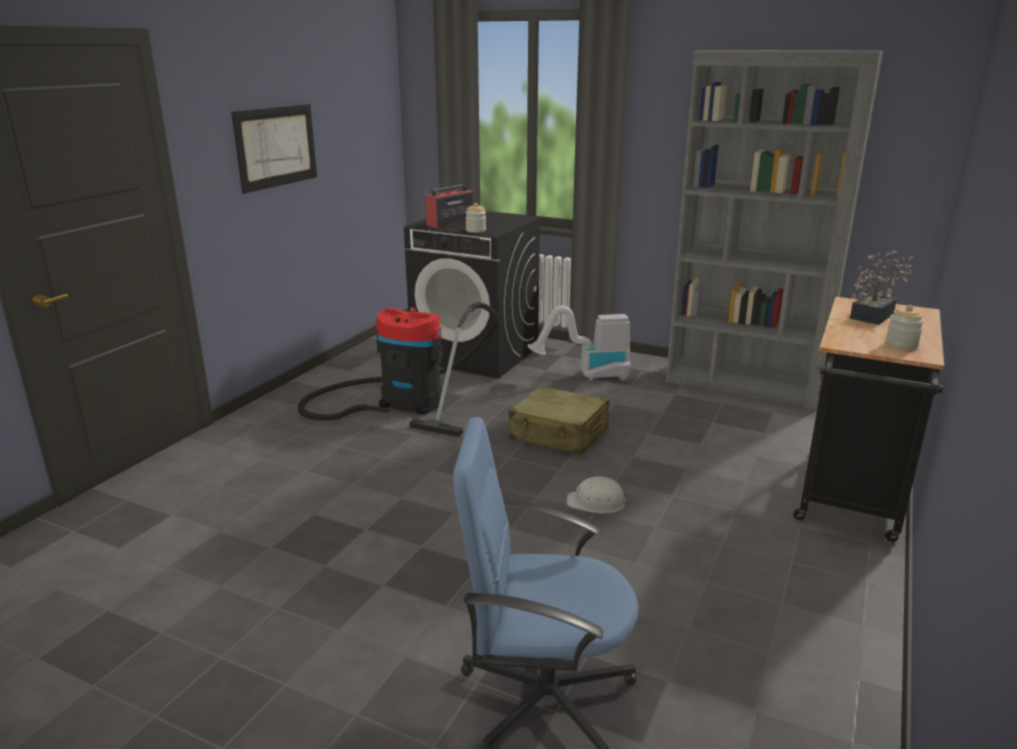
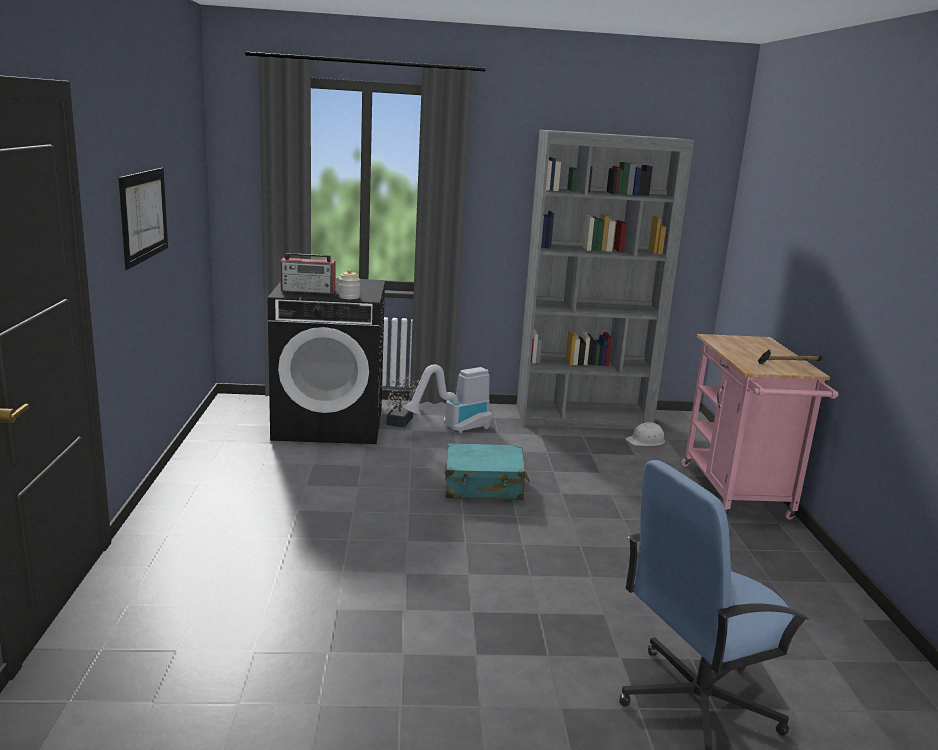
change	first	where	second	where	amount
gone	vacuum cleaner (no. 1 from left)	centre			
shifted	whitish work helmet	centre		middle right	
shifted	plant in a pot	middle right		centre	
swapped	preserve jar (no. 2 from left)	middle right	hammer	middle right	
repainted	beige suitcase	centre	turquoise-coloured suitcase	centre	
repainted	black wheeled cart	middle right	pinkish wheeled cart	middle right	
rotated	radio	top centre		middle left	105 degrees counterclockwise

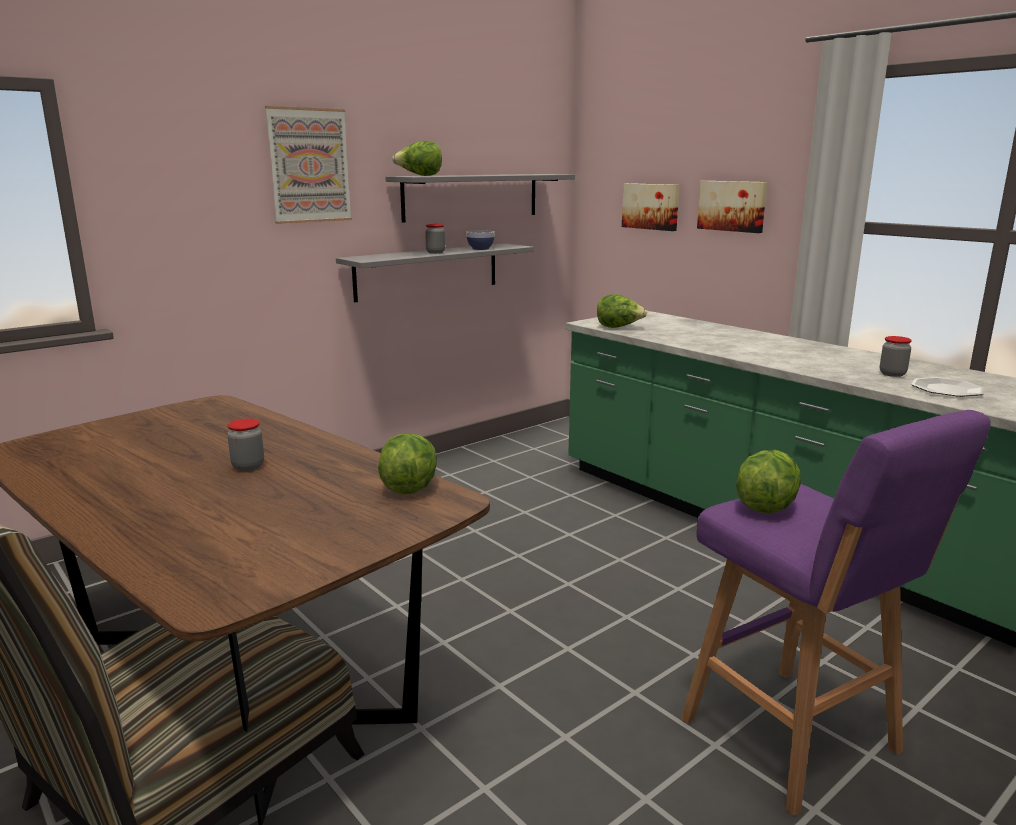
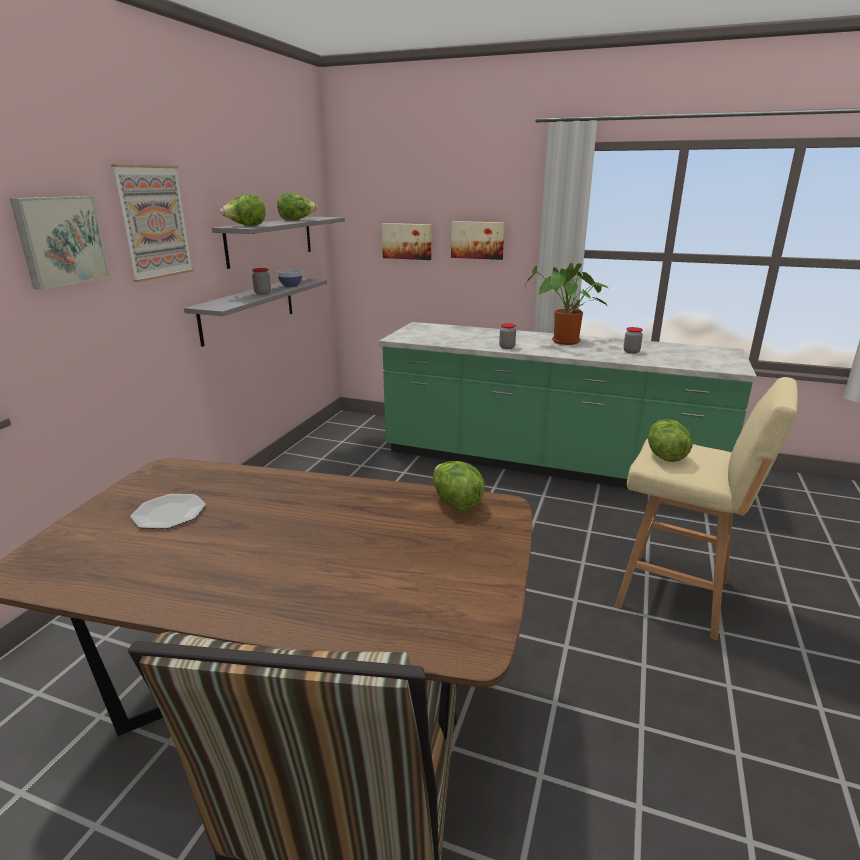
change	first	where	second	where	amount
new			wall art (no. 1 from left)	top left	
new			plant in a pot	centre	
shifted	preserve jar (no. 1 from left in the first image)	middle left	preserve jar (no. 2 from left)	centre	
shifted	head of lettuce (no. 3 from left in the first image)	centre	head of lettuce (no. 2 from left)	top centre	
shifted	plate	middle right		middle left	
repainted	purple sitting stool	bottom right	beige sitting stool	middle right	

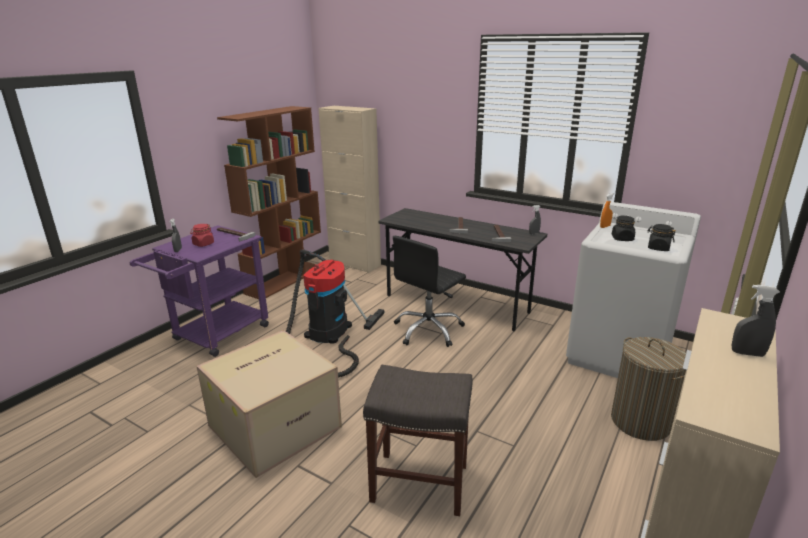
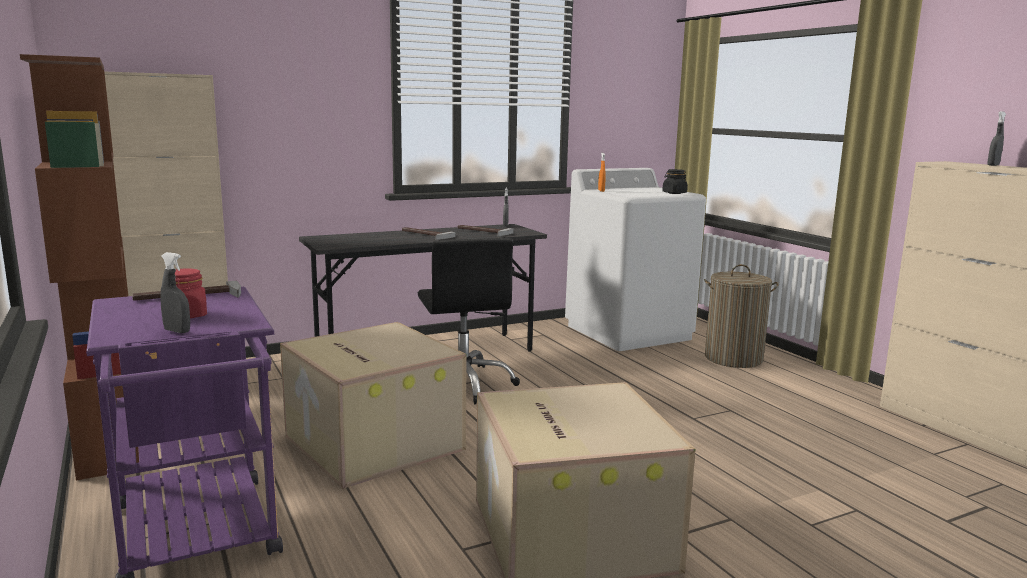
change	first	where	second	where	amount
gone	gray sitting stool	bottom centre			
gone	black preserve jar (no. 1 from left)	middle right			
swapped	vacuum cleaner	centre	packing box (no. 1 from left)	bottom centre	

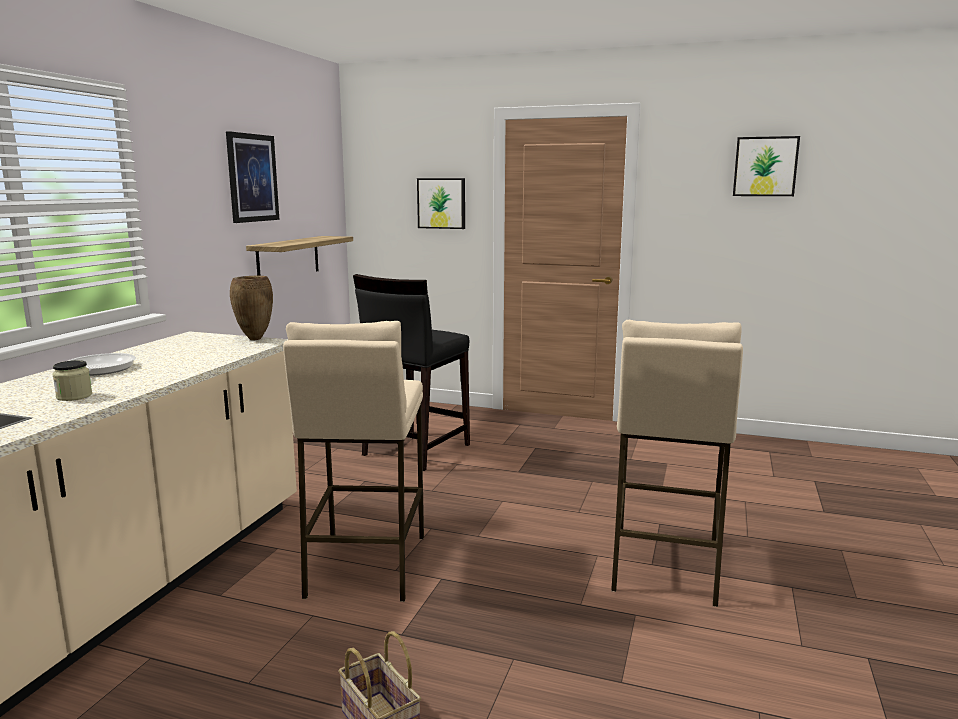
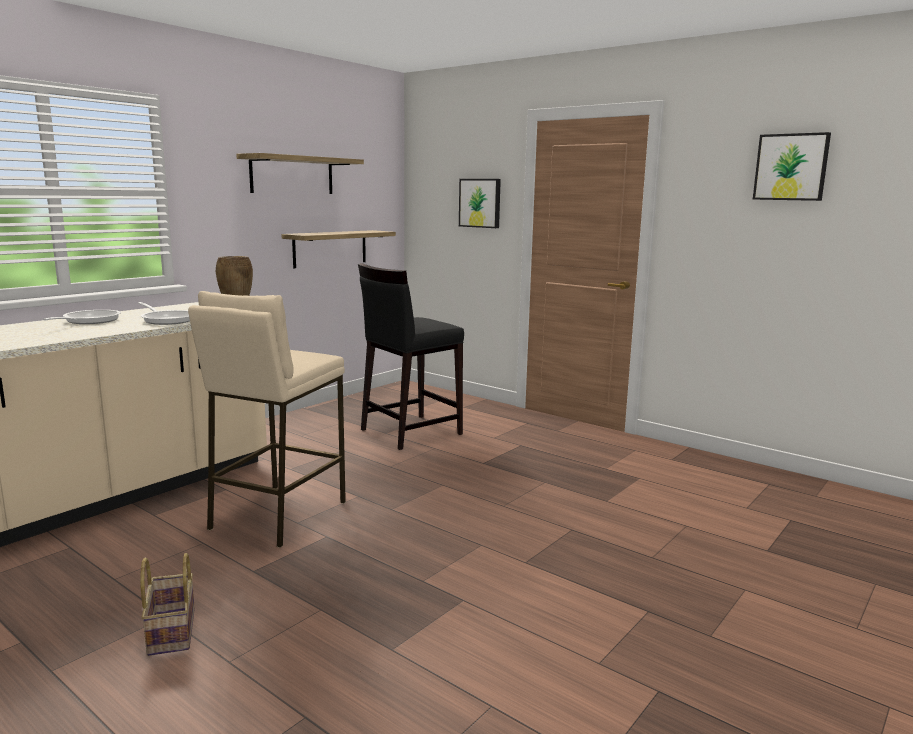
change	first	where	second	where	amount
gone	preserve jar	middle left			
gone	beige sitting stool (no. 2 from left)	middle right			
new			pan (no. 2 from left)	middle left	
swapped	wall art (no. 1 from left)	top left	shelf (no. 1 from left)	top left	

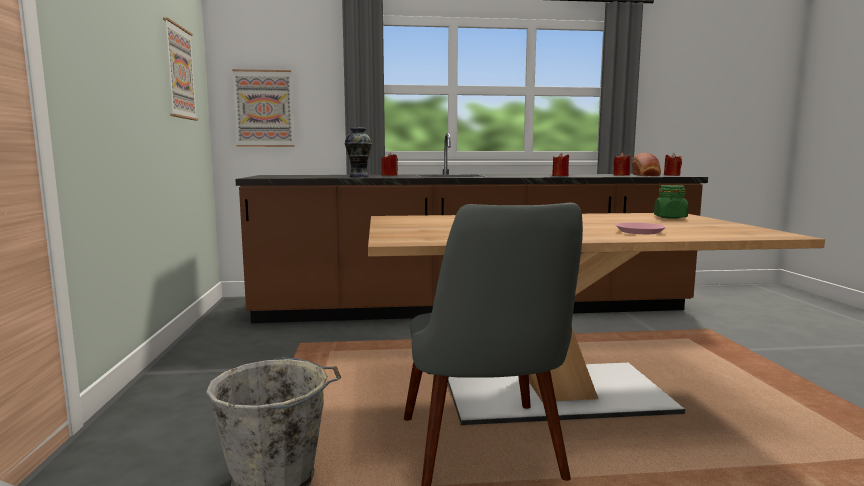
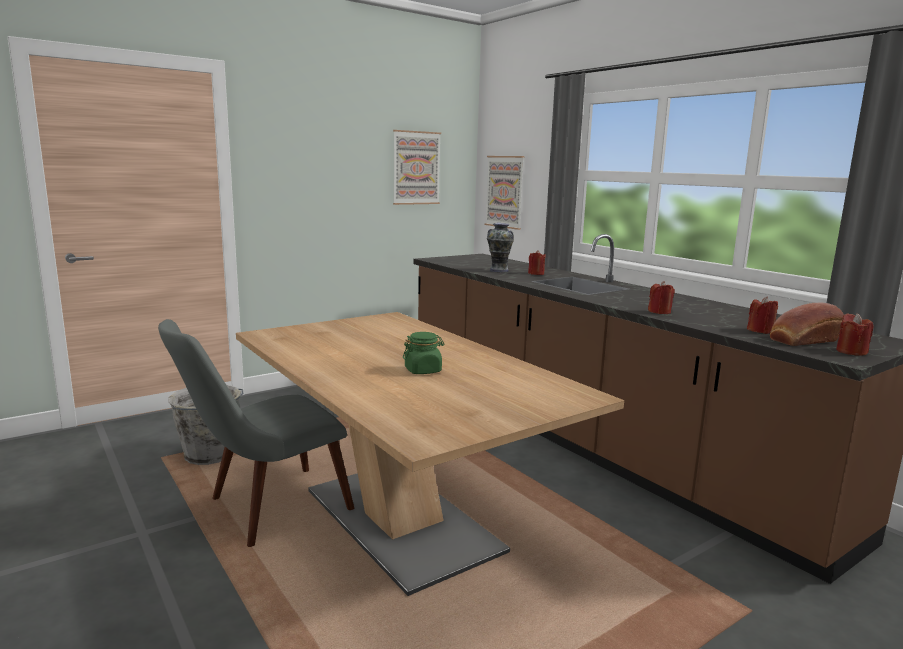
change	first	where	second	where	amount
gone	pinkish plate	middle right			
shifted	green-coloured preserve jar	middle right		centre	

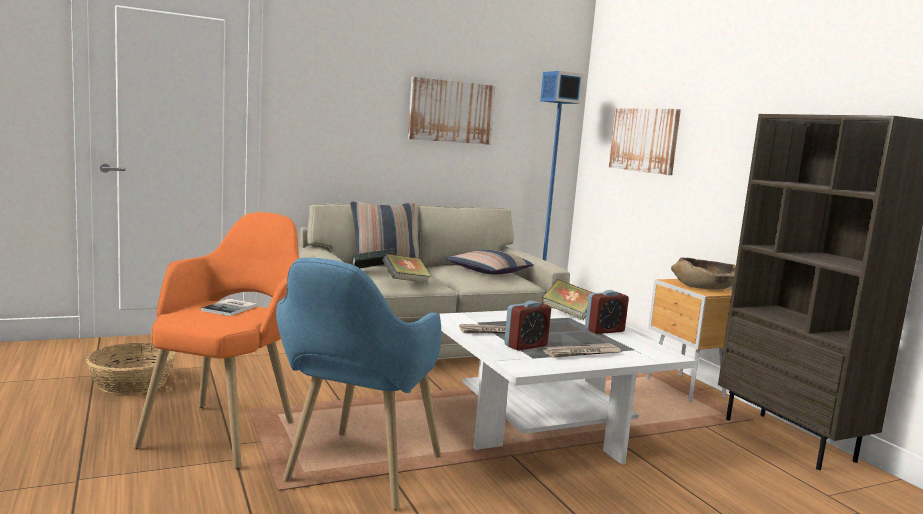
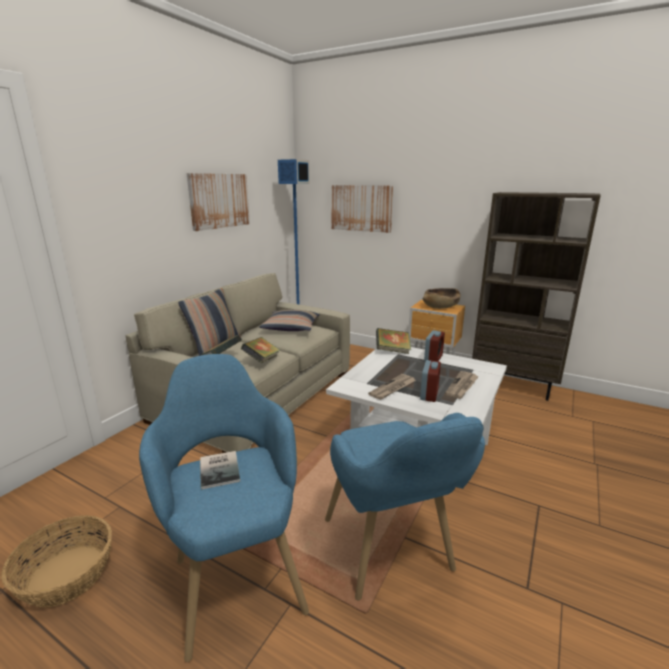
change	first	where	second	where	amount
repainted	orange lounge chair	middle left	bluish lounge chair (no. 1 from left)	bottom centre	

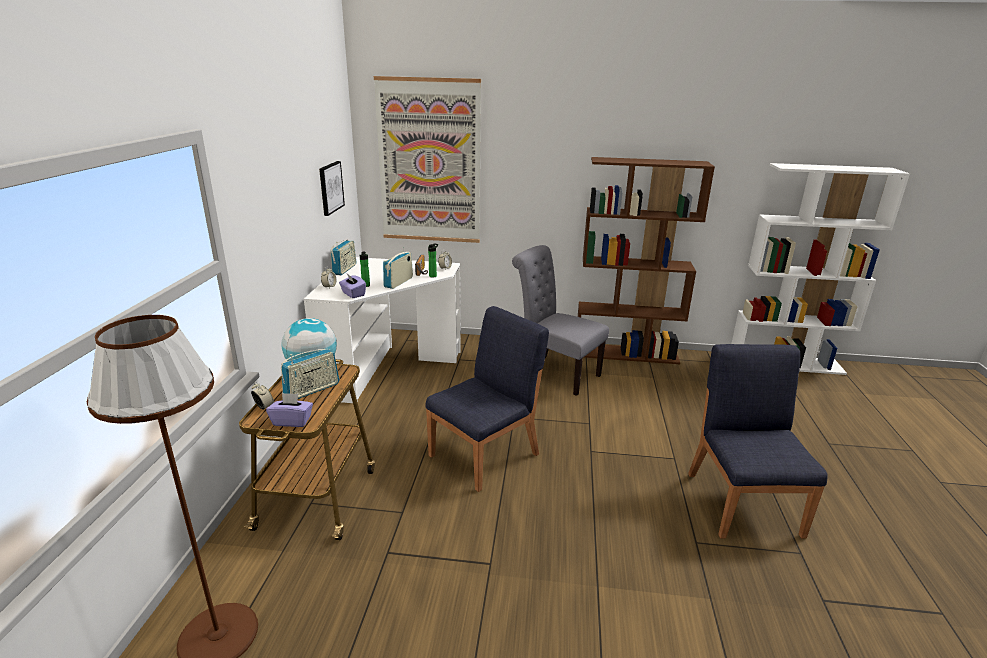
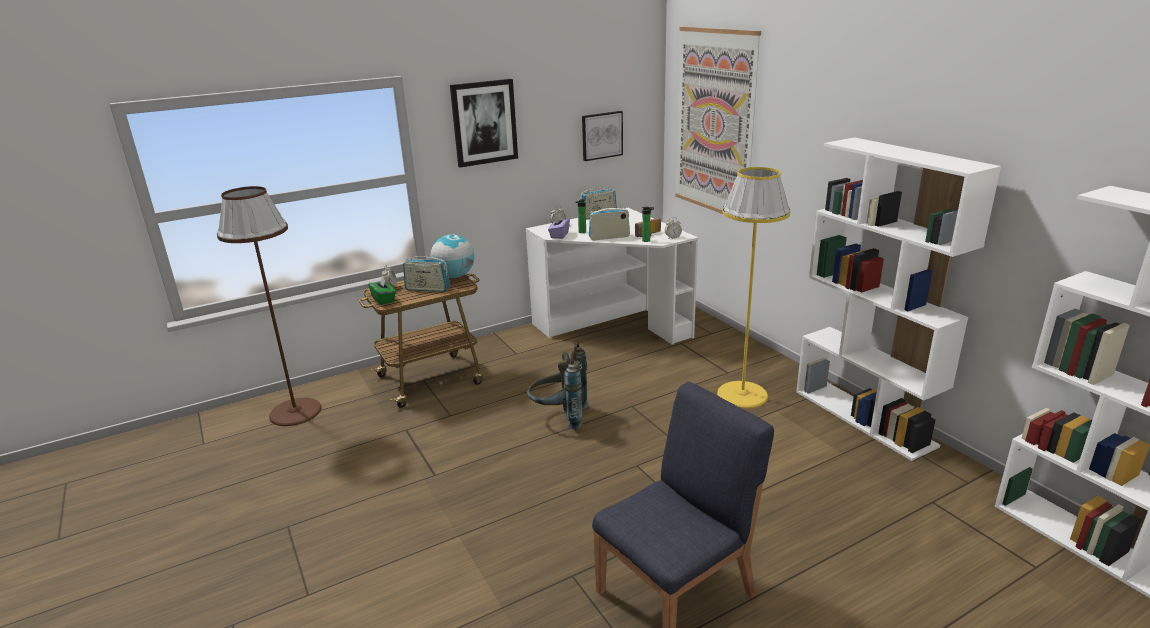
change	first	where	second	where	amount
new			wall art (no. 1 from left)	top centre	
swapped	bluish chair (no. 1 from left)	centre	gray knapsack	centre	
swapped	gray chair	centre	yellow-coloured standing lamp	centre	
repainted	purple tissue box (no. 1 from left)	middle left	green-coloured tissue box	middle left	
repainted	brown shelving unit	centre	whitish shelving unit (no. 1 from left)	middle right	

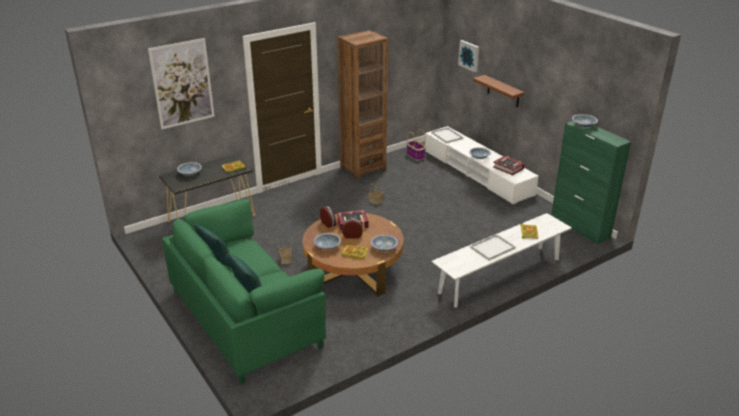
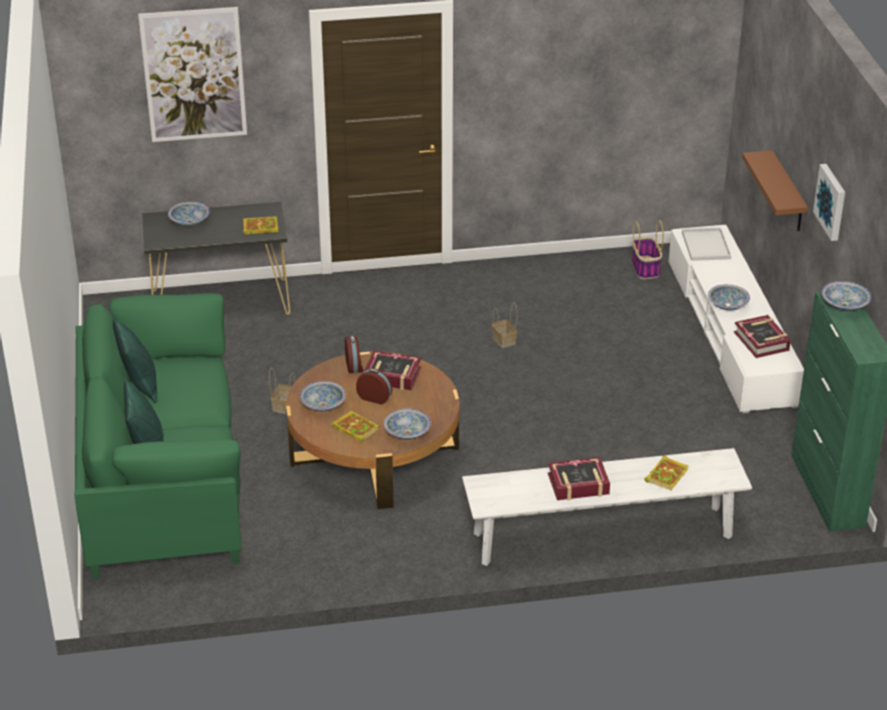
change	first	where	second	where	amount
gone	brown shelving unit	top centre			
shifted	wall art (no. 2 from left)	top centre		top right	
swapped	whitish tray (no. 2 from left)	middle right	volume (no. 4 from left)	bottom centre	

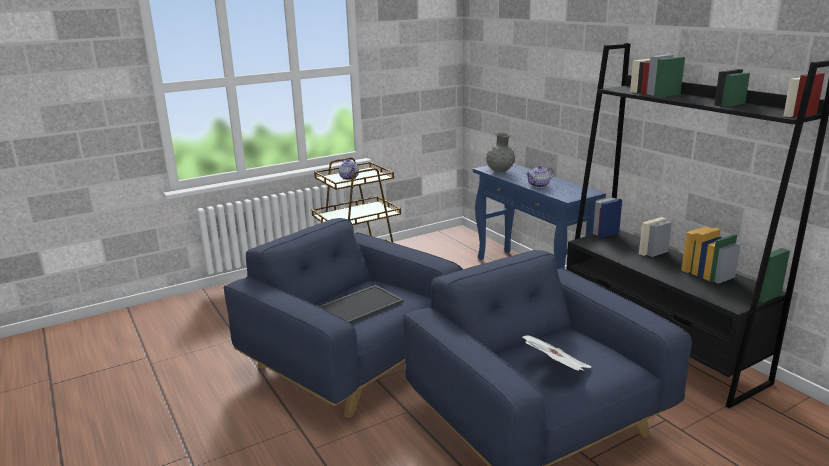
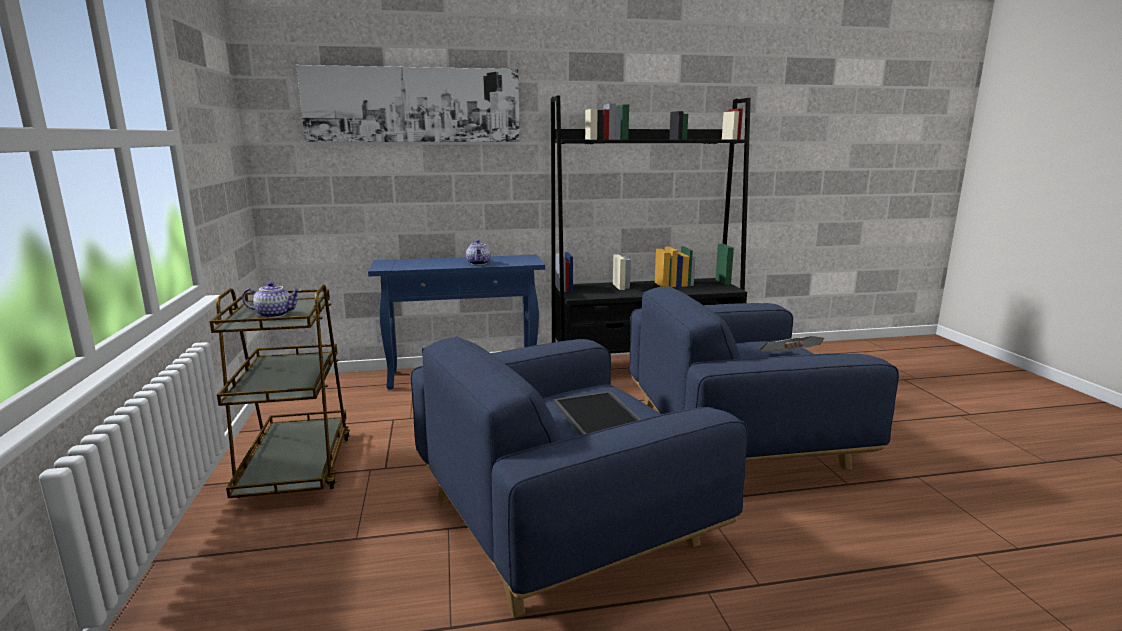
change	first	where	second	where	amount
gone	gray vase	top centre			
new			wall art	top centre	

